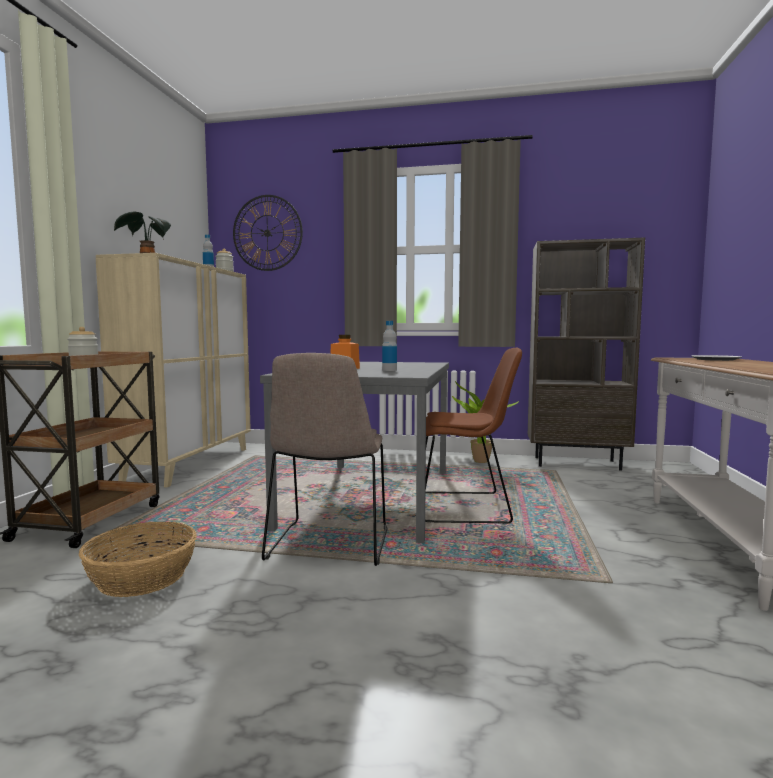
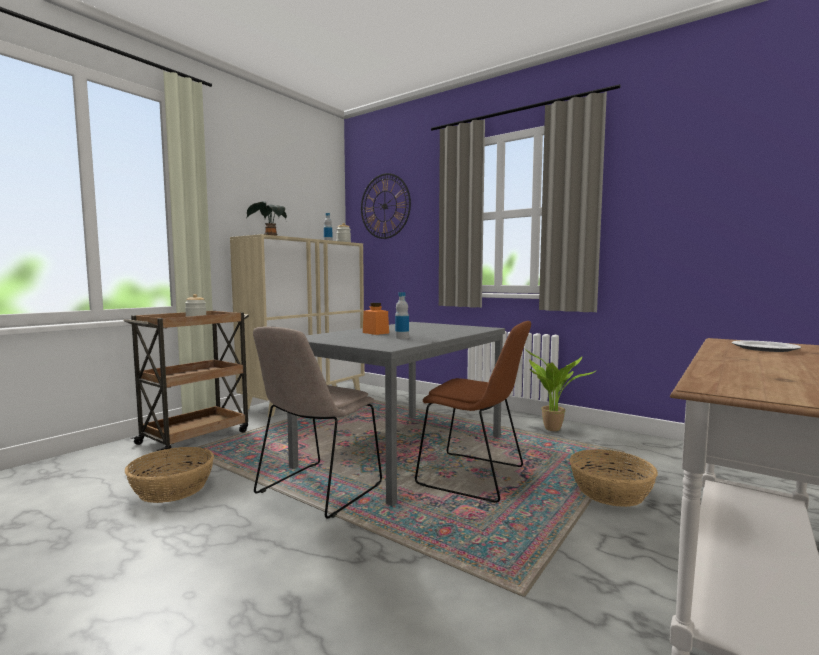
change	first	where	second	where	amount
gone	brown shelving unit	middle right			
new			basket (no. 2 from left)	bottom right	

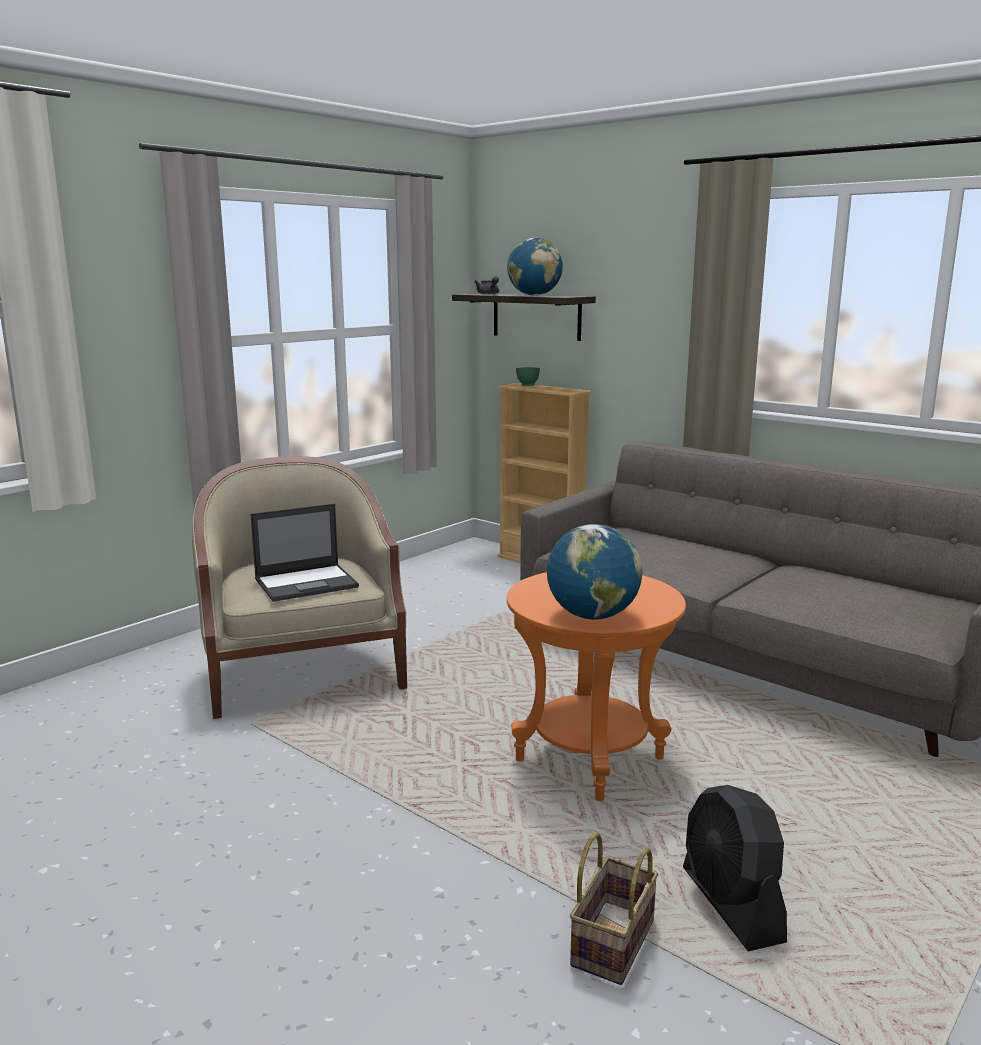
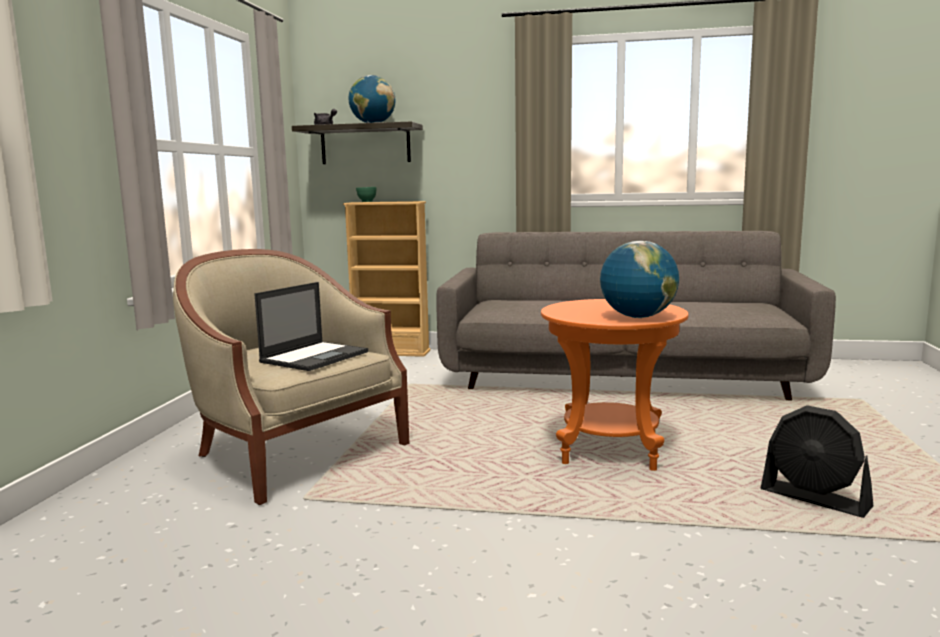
change	first	where	second	where	amount
gone	basket	bottom centre			

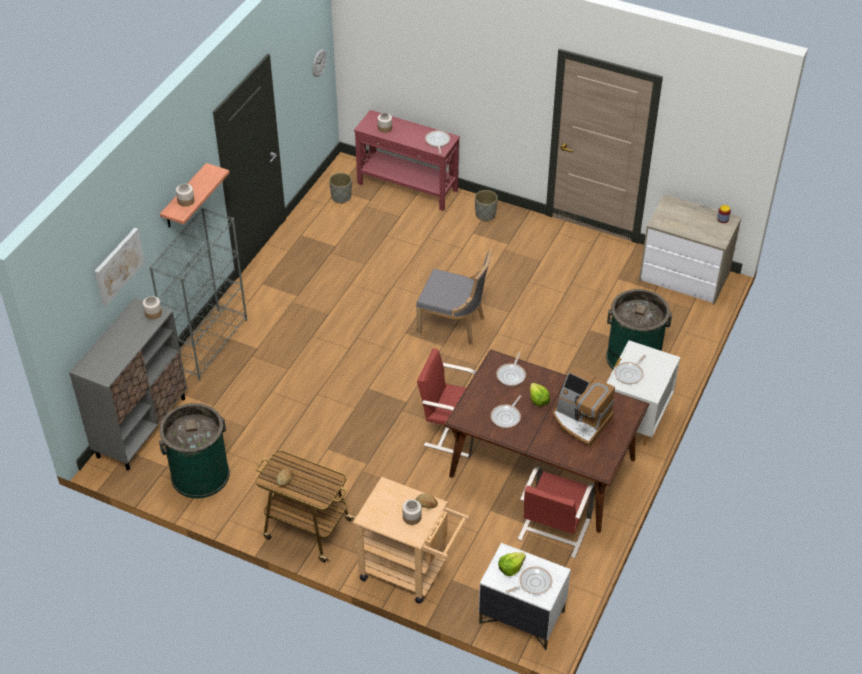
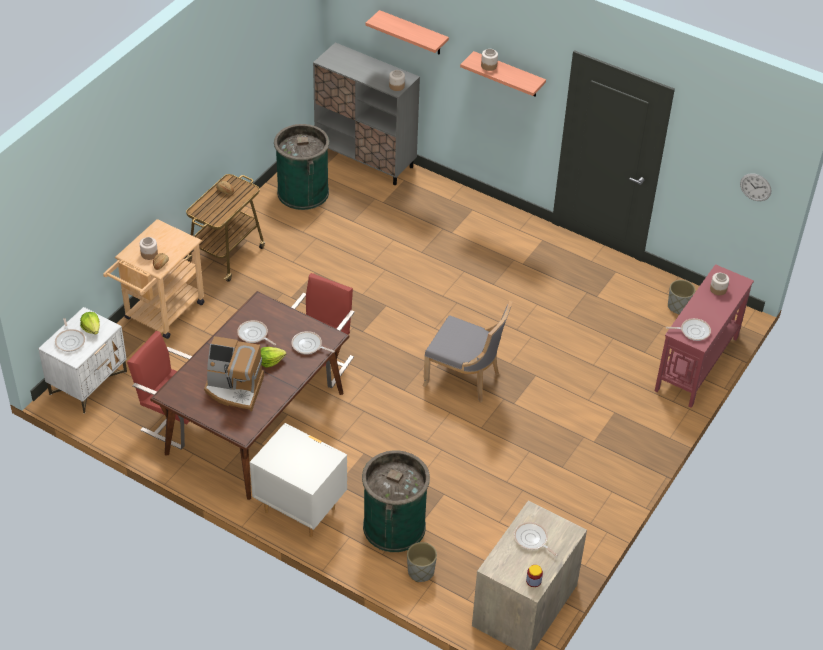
change	first	where	second	where	amount
gone	gray shelving unit	middle left			
shifted	gray flower pot (no. 2 from left in the first image)	top centre	gray flower pot (no. 1 from left)	bottom centre	
shifted	pan (no. 5 from left in the first image)	middle right	pan (no. 4 from left)	bottom centre	
swapped	wall art	middle left	shelf (no. 1 from left)	top centre	
rotated	gray chair	centre		centre	90 degrees counterclockwise
rotated	coffee brewer	middle right		middle left	120 degrees counterclockwise

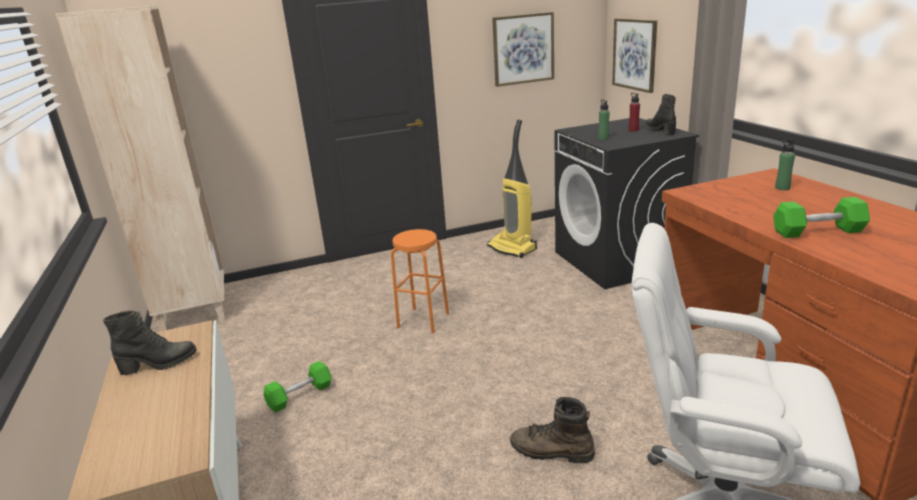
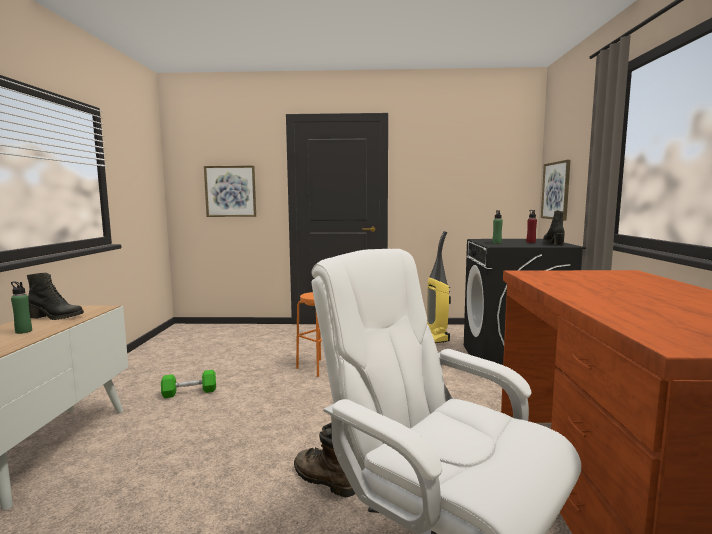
change	first	where	second	where	amount
gone	beige shelving unit	middle left			
gone	green-coloured dumbbell (no. 2 from left)	middle right			
shifted	wall art (no. 1 from left)	top centre		middle left	
shifted	green-coloured beverage bottle (no. 2 from left in the first image)	top right	green-coloured beverage bottle (no. 1 from left)	middle left	

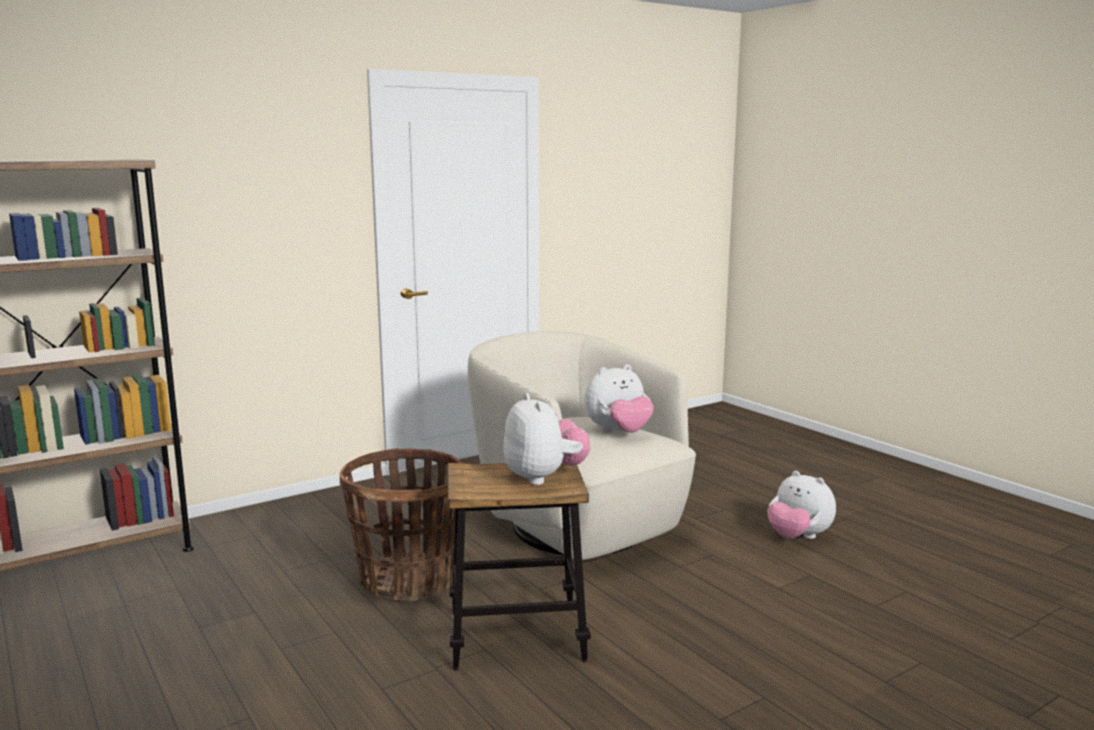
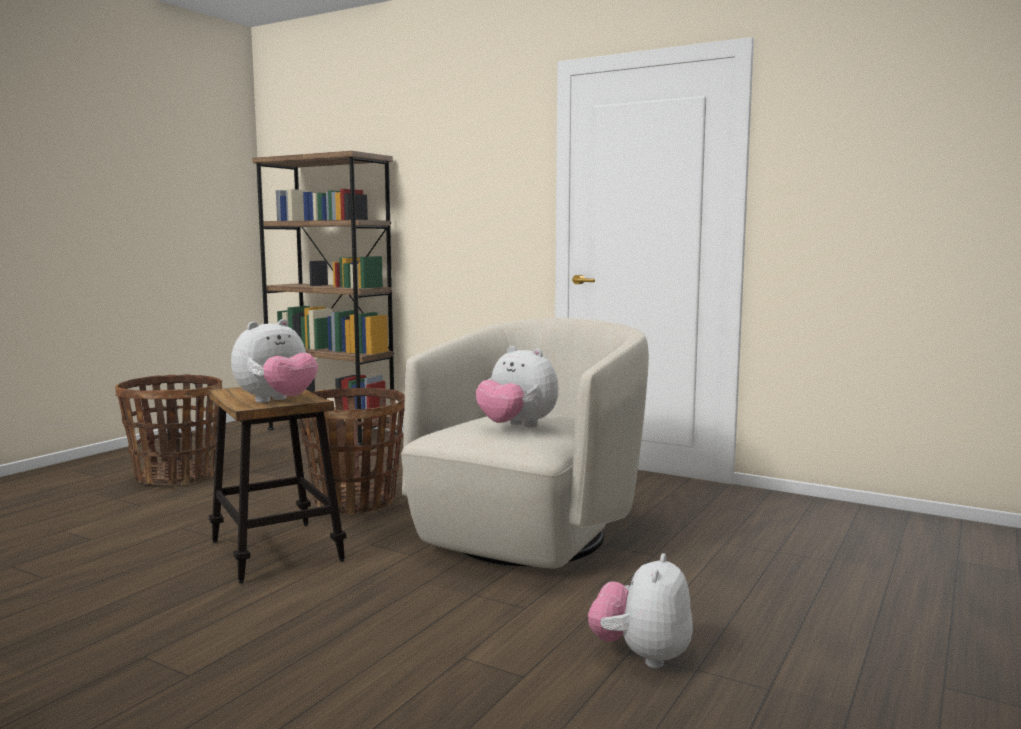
change	first	where	second	where	amount
new			basket (no. 1 from left)	middle left	

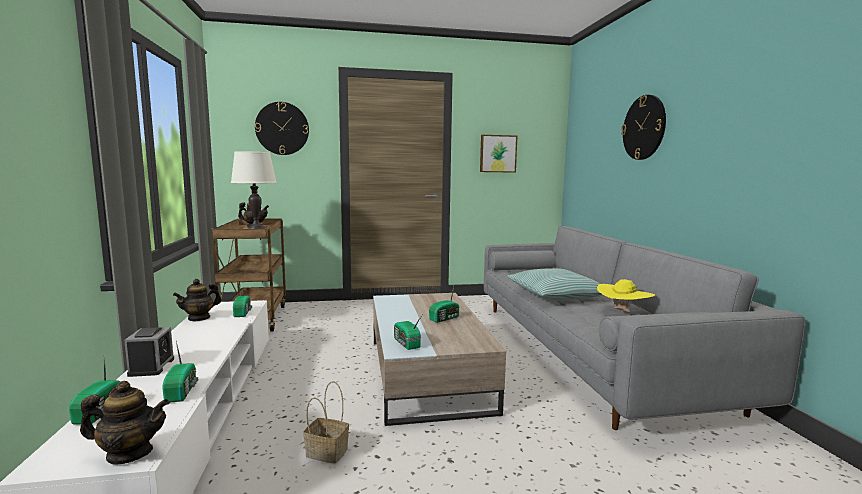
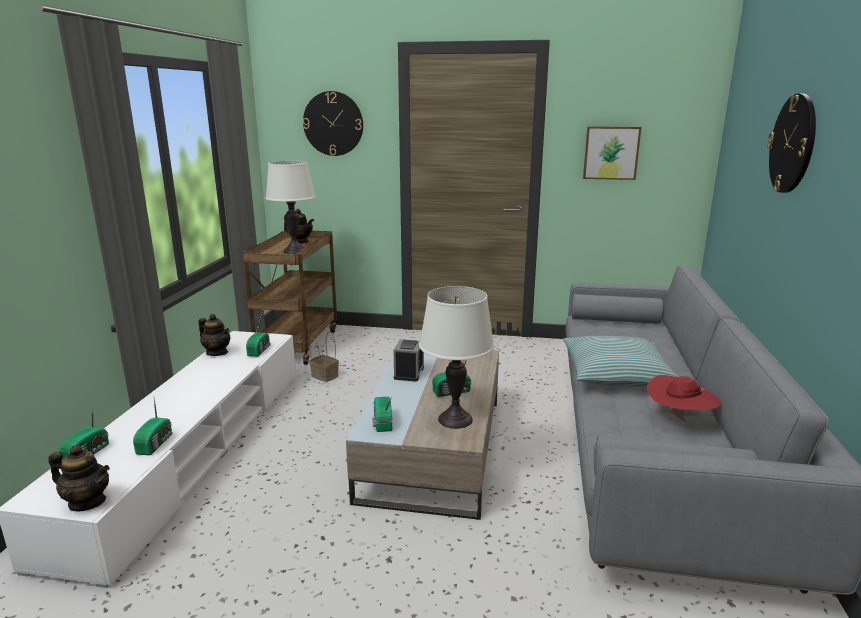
change	first	where	second	where	amount
new			whitish table lamp (no. 2 from left)	centre	
shifted	alarm clock	bottom left		centre	
shifted	basket	bottom centre		centre	
repainted	yellow-coloured clothing hat	middle right	red-coloured clothing hat	middle right	
rotated	tea pot (no. 2 from left)	middle left		middle left	120 degrees counterclockwise

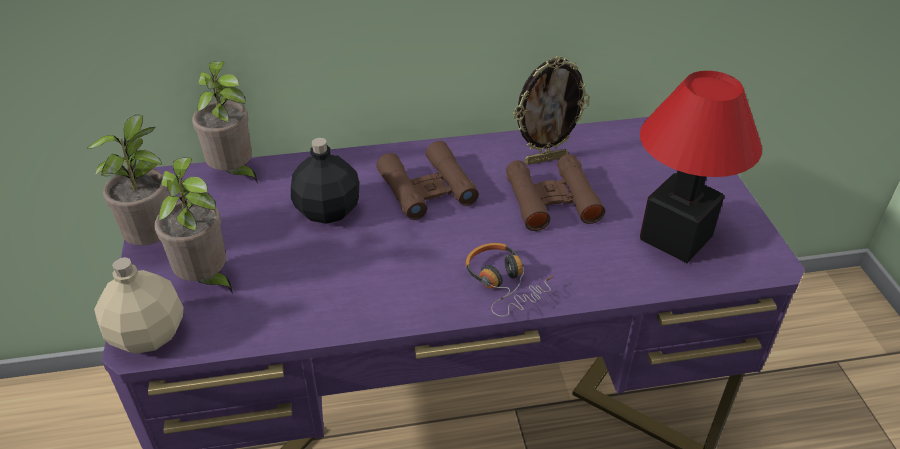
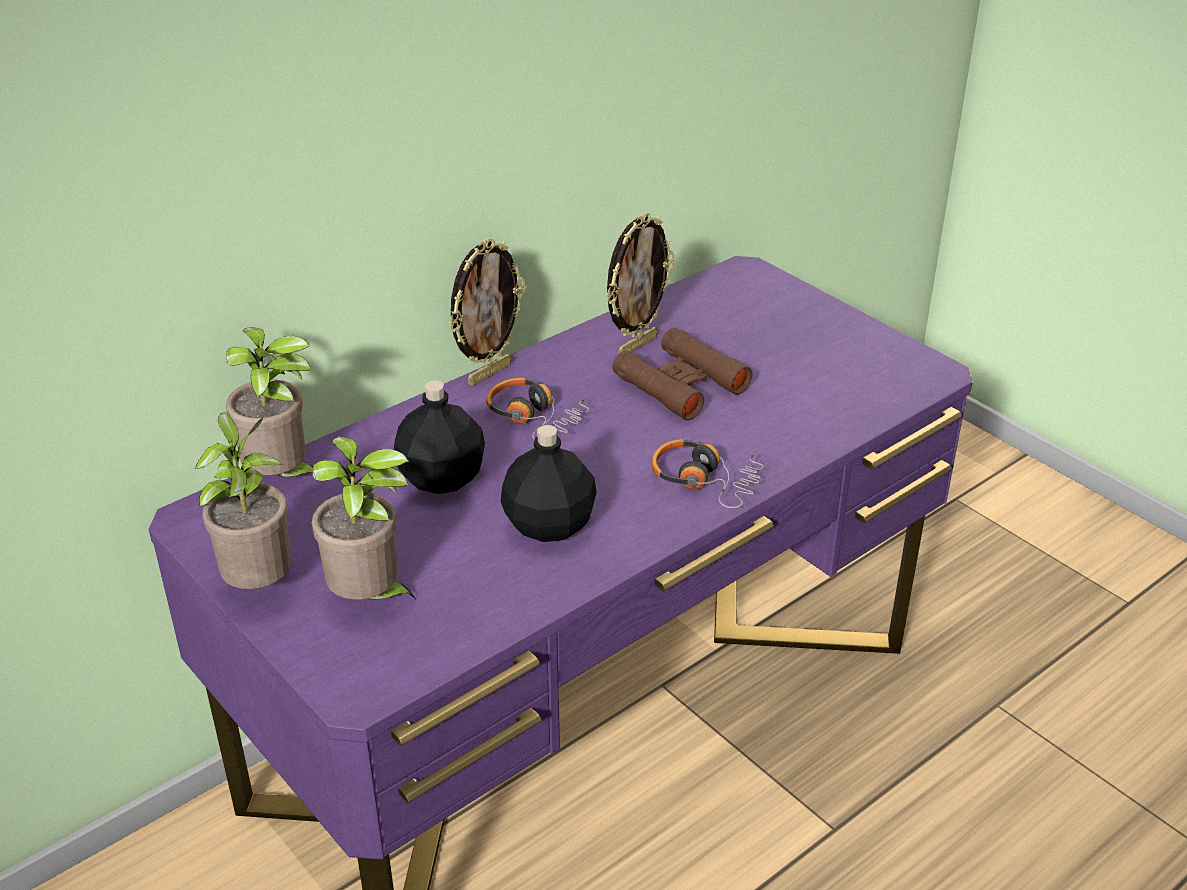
change	first	where	second	where	amount
gone	beige beverage bottle	bottom left			
gone	table lamp	middle right			
new			picture frame (no. 1 from left)	centre	
new			black beverage bottle (no. 2 from left)	centre	
swapped	brown pair of binoculars (no. 1 from left)	centre	headphones (no. 1 from left)	centre	

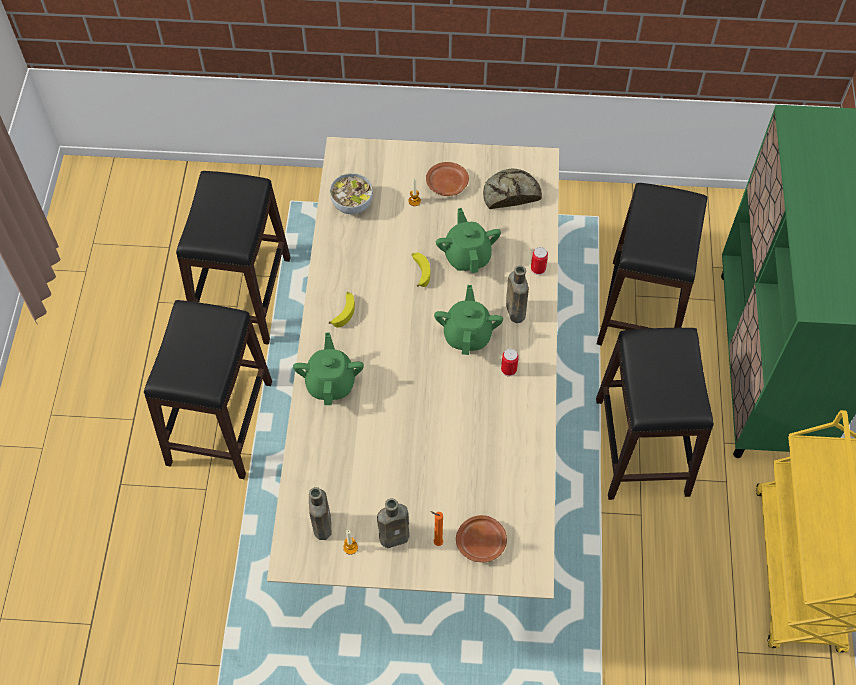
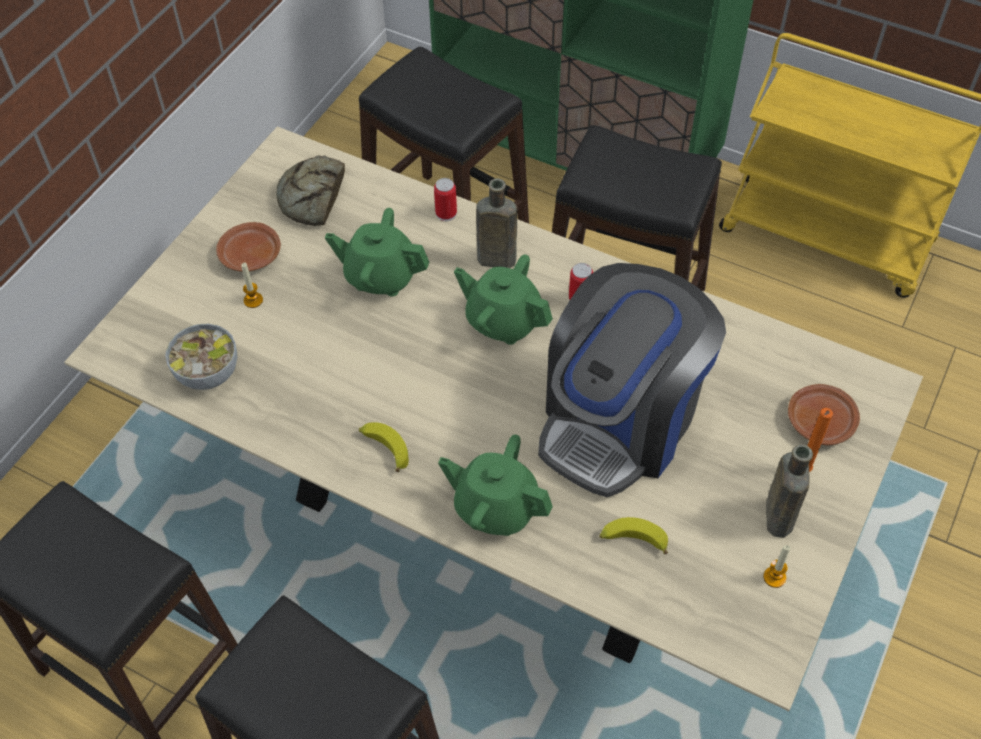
change	first	where	second	where	amount
gone	brown beverage bottle (no. 1 from left)	bottom centre			
new			coffee brewer	centre	
shifted	whole banana (no. 2 from left)	centre		bottom centre	

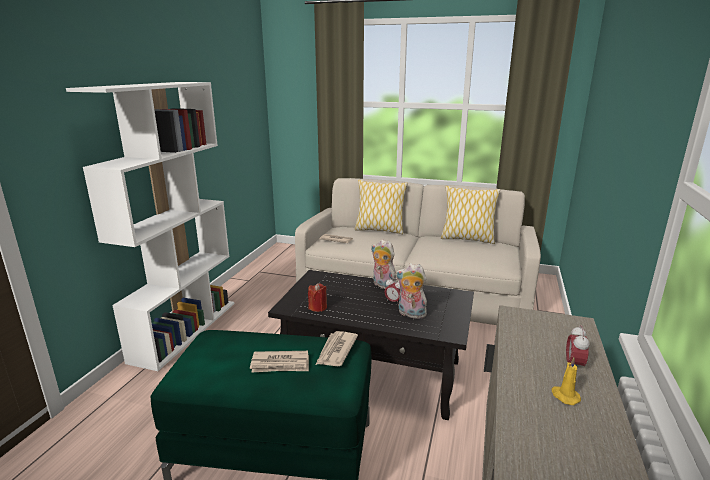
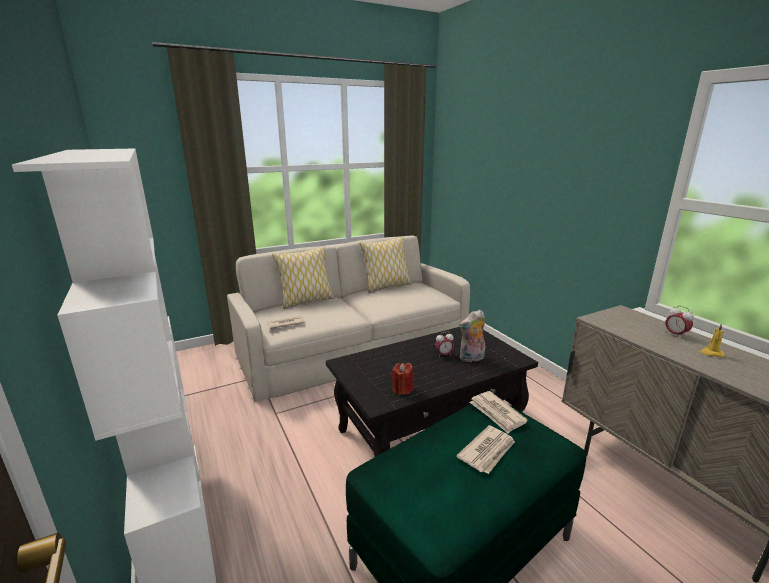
change	first	where	second	where	amount
gone	soft toy (no. 1 from left)	centre			

